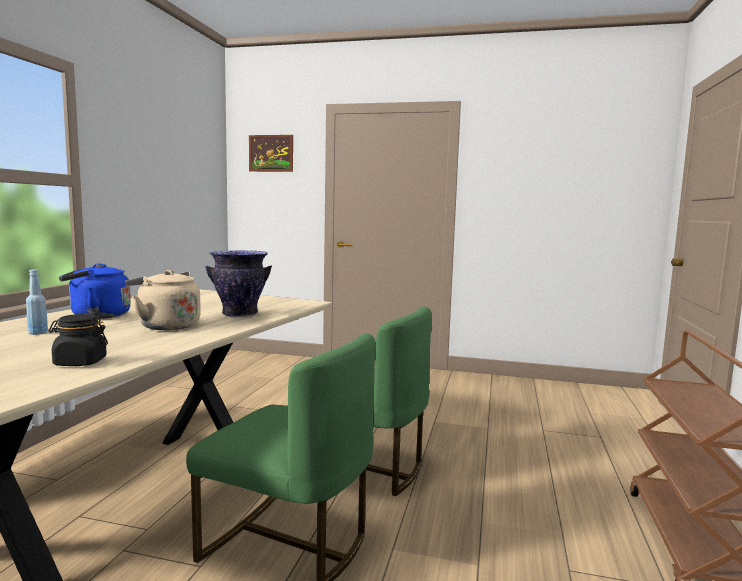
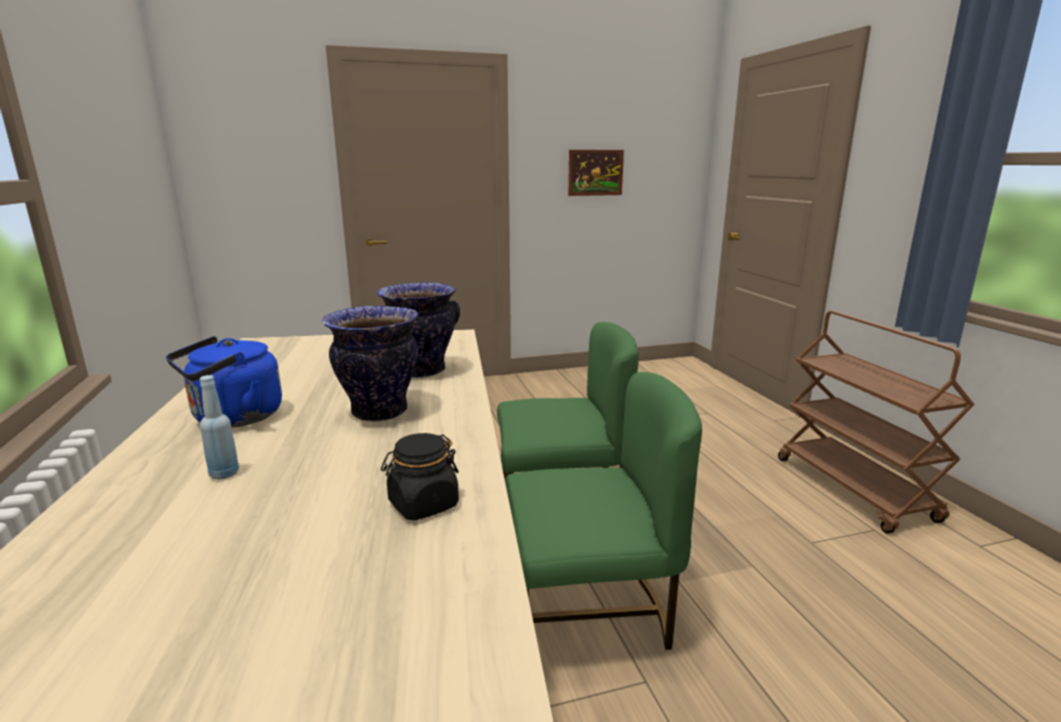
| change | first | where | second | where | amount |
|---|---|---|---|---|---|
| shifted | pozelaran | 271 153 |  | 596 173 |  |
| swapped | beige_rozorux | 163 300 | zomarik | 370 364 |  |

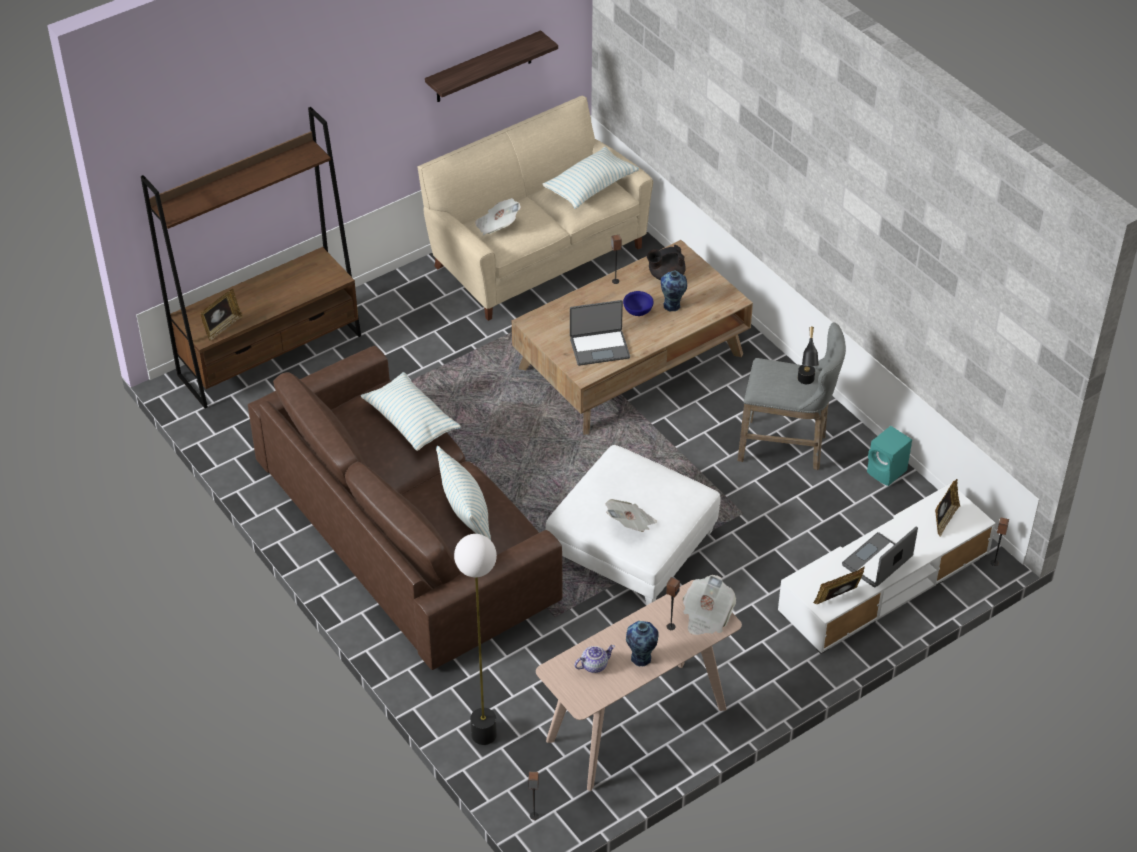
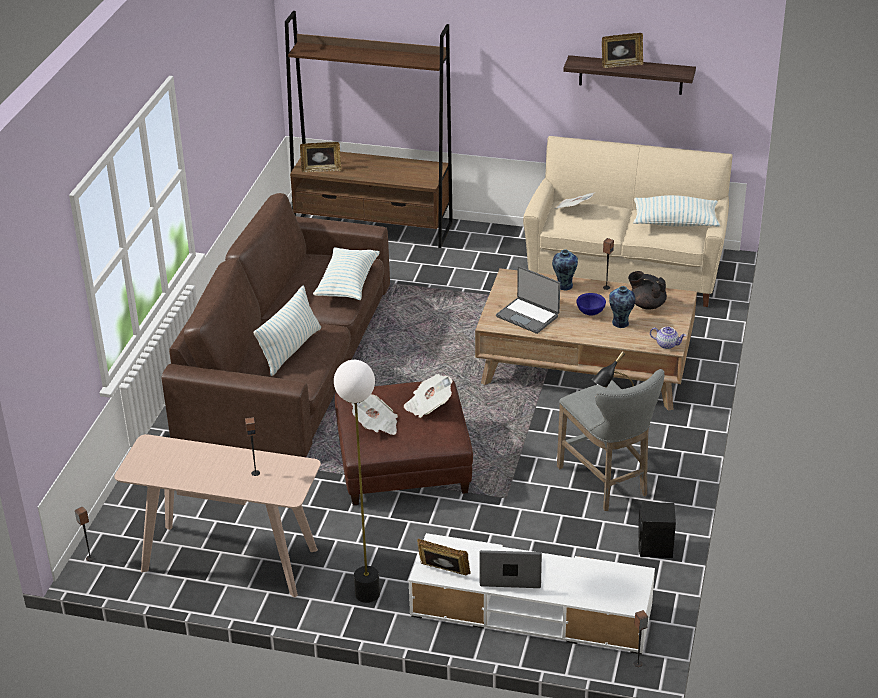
| change | first | where | second | where | amount |
|---|---|---|---|---|---|
| repainted | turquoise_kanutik | 889 456 | black_kanutik | 657 530 |  |
| repainted | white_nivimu | 632 525 | brown_nivimu | 404 443 |  |
| shifted | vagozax | 948 508 |  | 622 50 |  |
| shifted | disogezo | 475 639 |  | 357 481 |  |
| shifted | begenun | 709 605 |  | 428 396 |  |
| shifted | zomarik | 642 644 |  | 565 270 |  |
| shifted | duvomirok | 594 659 |  | 668 338 |  |

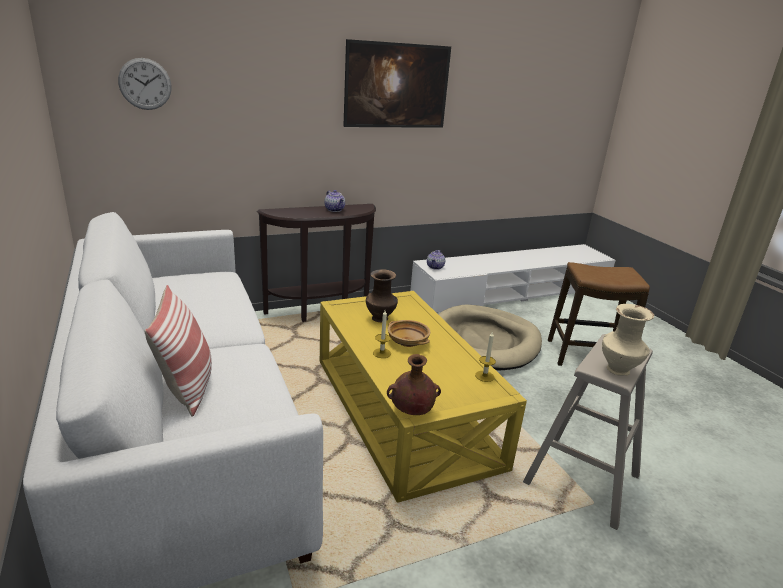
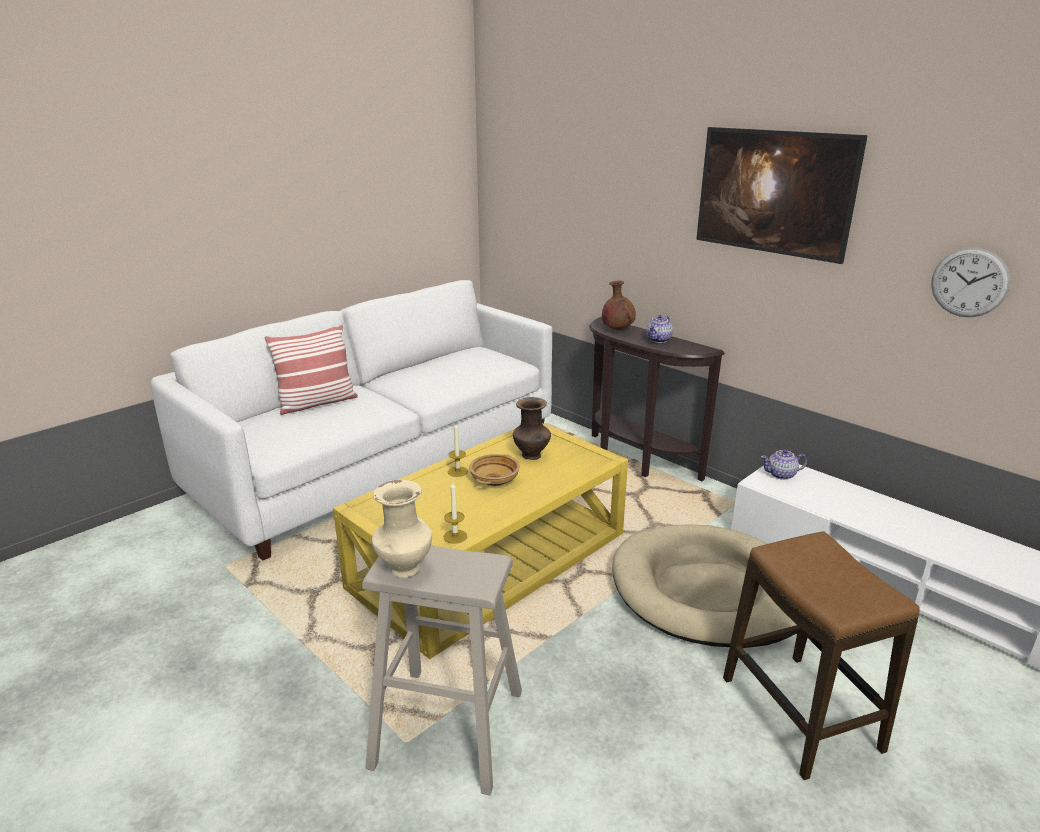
| change | first | where | second | where | amount |
|---|---|---|---|---|---|
| shifted | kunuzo | 145 84 |  | 971 282 |  |
| shifted | brown_zomarik | 414 384 |  | 619 305 |  |

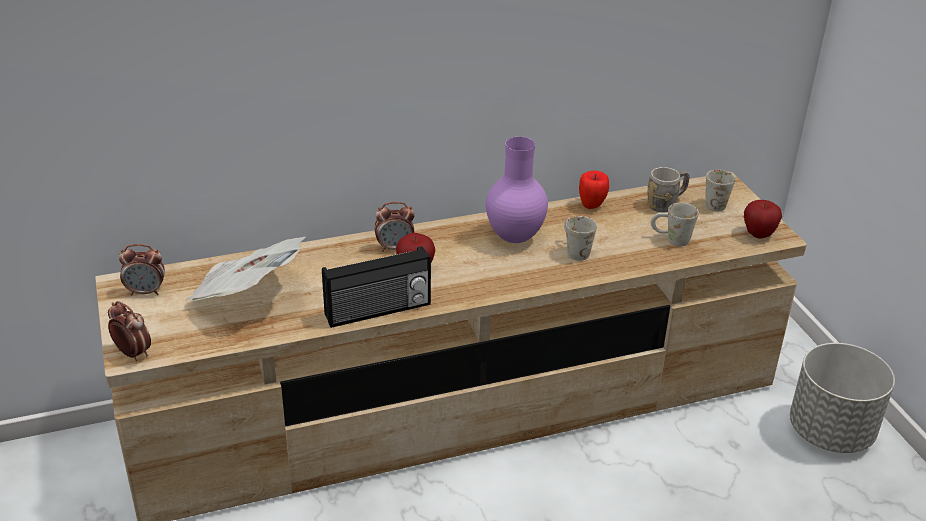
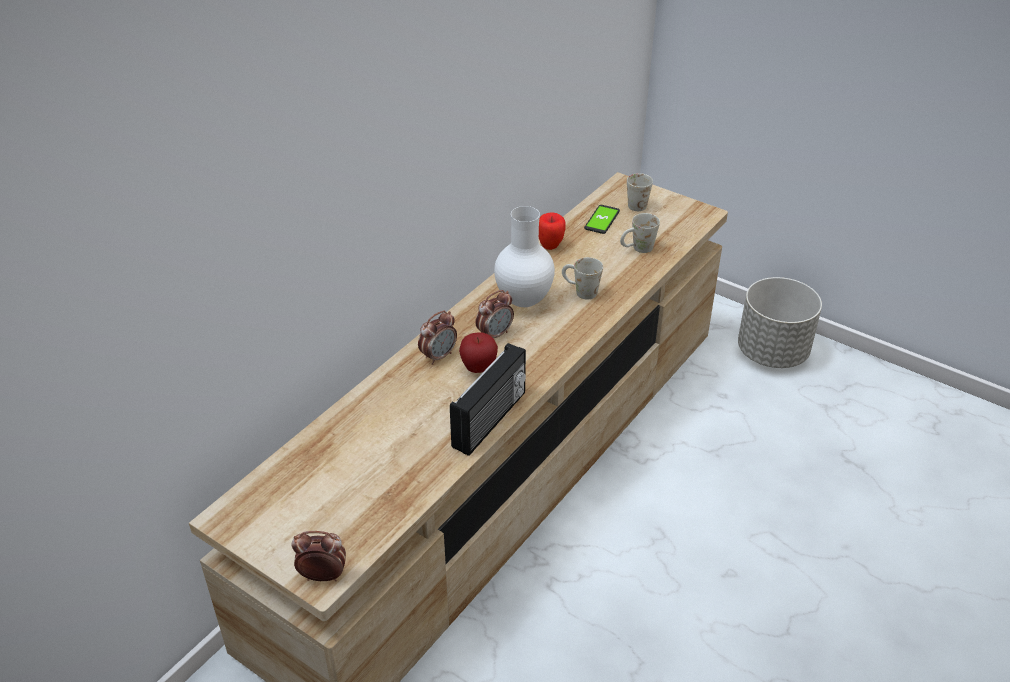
| change | first | where | second | where | amount |
|---|---|---|---|---|---|
| repainted | purple_zomarik | 517 190 | white_zomarik | 524 256 |  |
| swapped | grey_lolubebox | 668 189 | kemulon | 602 219 |  |
| gone | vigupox | 763 219 |  |  |  |
| gone | begenun | 245 269 |  |  |  |
| shifted | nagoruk | 142 270 |  | 494 314 |  |

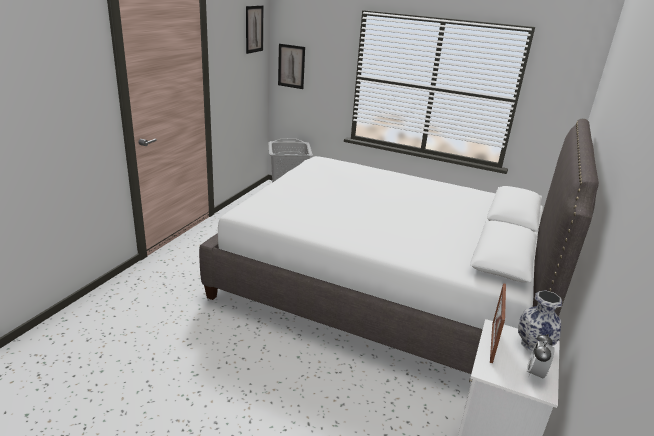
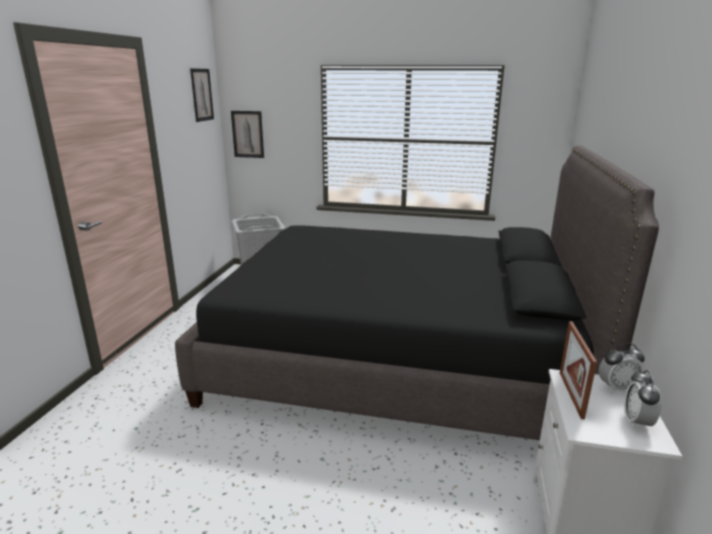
| change | first | where | second | where | amount |
|---|---|---|---|---|---|
| repainted | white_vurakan | 399 246 | black_vurakan | 417 292 |  |
| swapped | zomarik | 540 321 | nagoruk | 622 368 |  |

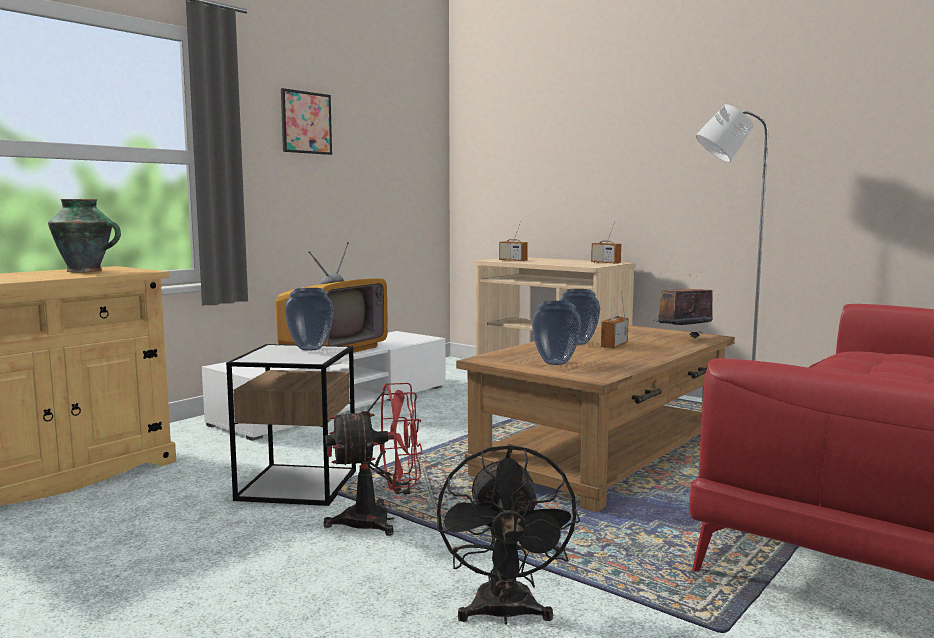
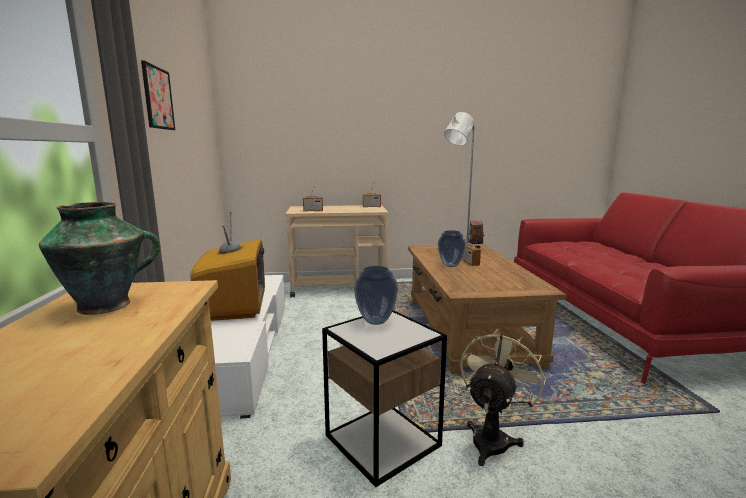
| change | first | where | second | where | amount |
|---|---|---|---|---|---|
| gone | zomarik | 556 333 |  |  |  |
| repainted | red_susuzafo | 373 459 | beige_susuzafo | 503 397 |  |
| gone | black_susuzafo | 508 534 |  |  |  |

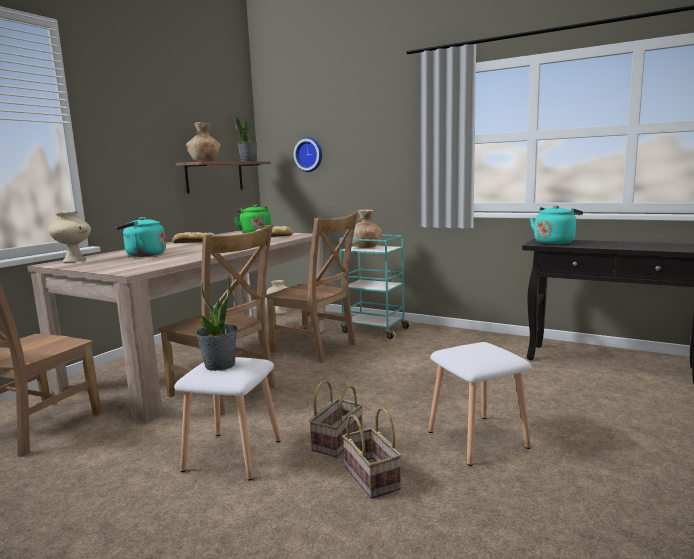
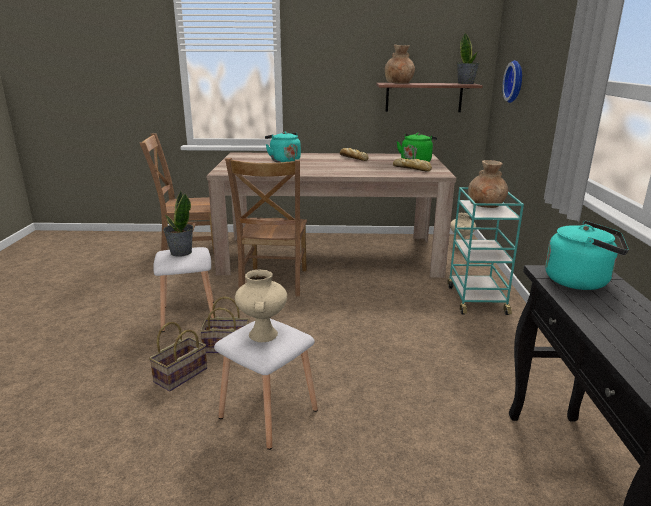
| change | first | where | second | where | amount |
|---|---|---|---|---|---|
| shifted | beige_zomarik | 69 236 |  | 261 305 |  |
| gone | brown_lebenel | 311 287 |  |  |  |

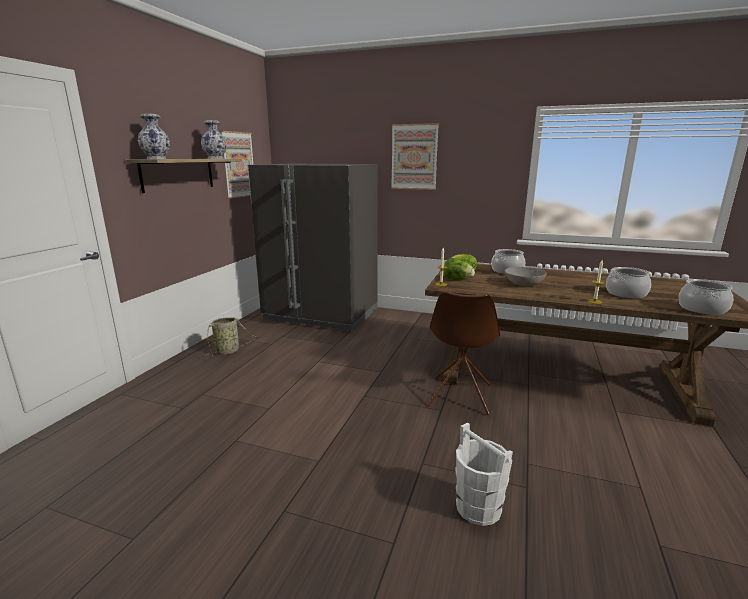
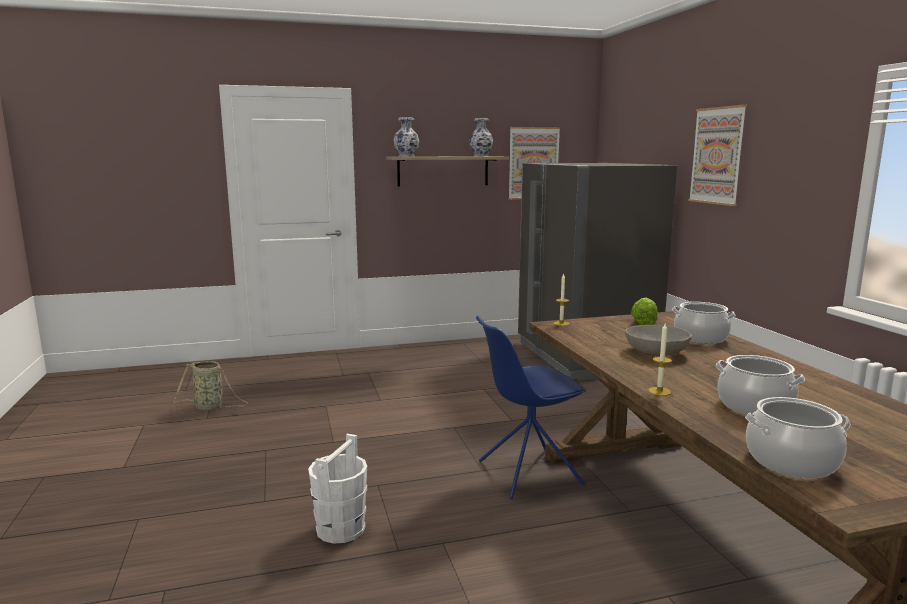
| change | first | where | second | where | amount |
|---|---|---|---|---|---|
| gone | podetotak | 459 269 |  |  |  |
| repainted | brown_lebenel | 463 353 | blue_lebenel | 531 407 |  |
| shifted | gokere | 231 337 |  | 212 385 |  |

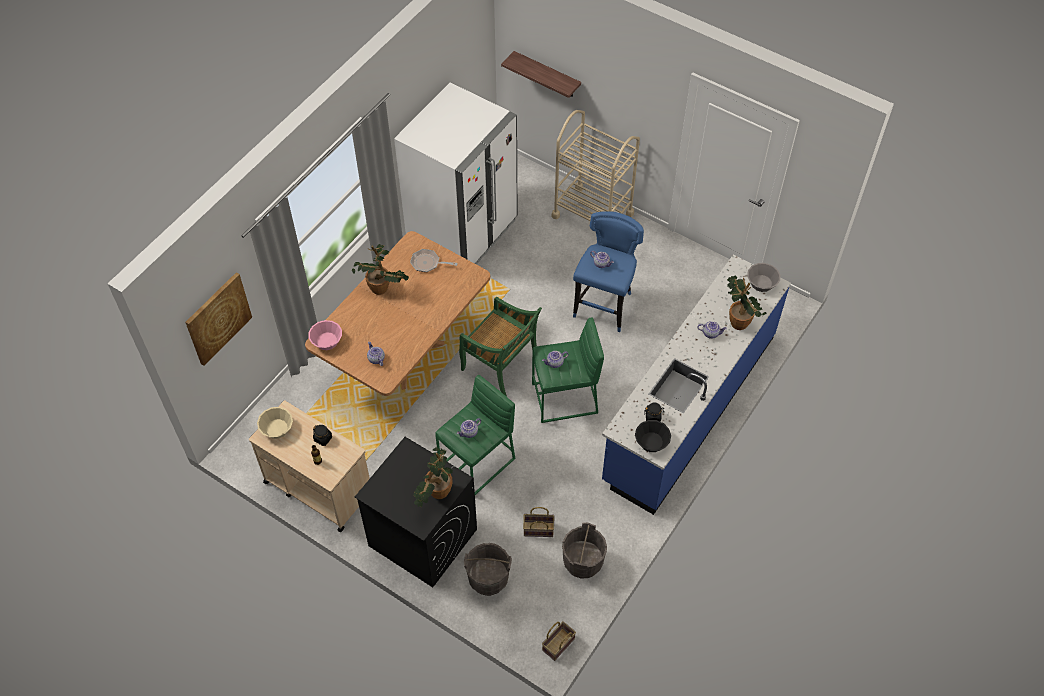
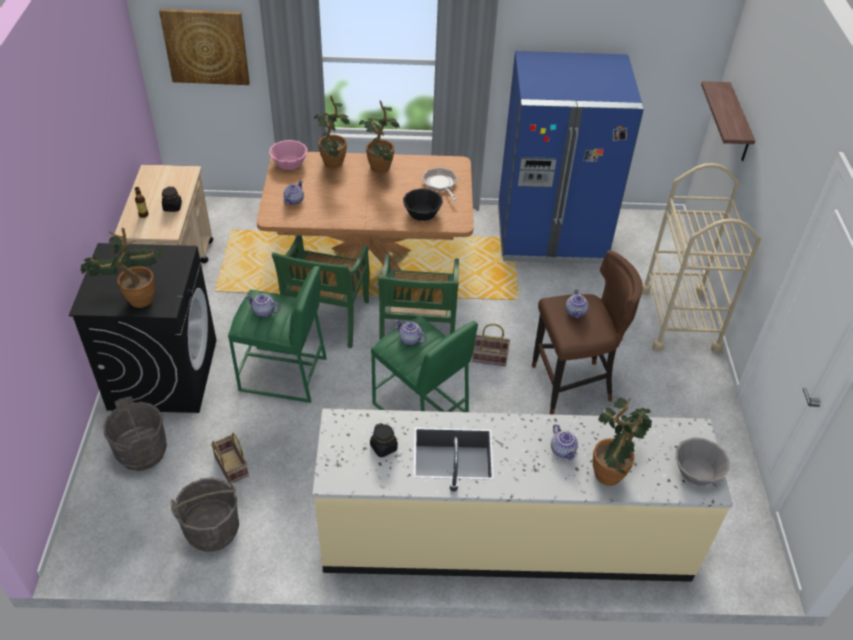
| change | first | where | second | where | amount |
|---|---|---|---|---|---|
| repainted | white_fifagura | 455 173 | blue_fifagura | 571 157 |  |
| repainted | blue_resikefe | 608 271 | brown_resikefe | 587 332 |  |
| repainted | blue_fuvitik | 696 384 | beige_fuvitik | 522 495 |  |
| gone | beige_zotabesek | 275 423 |  |  |  |
| shifted | black_zotabesek | 653 436 |  | 423 204 |  |
| shifted | gokere | 559 641 |  | 491 345 |  |
| new |  |  | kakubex | 332 132 |  |
| new |  |  | green_lebenel | 321 291 |  |

